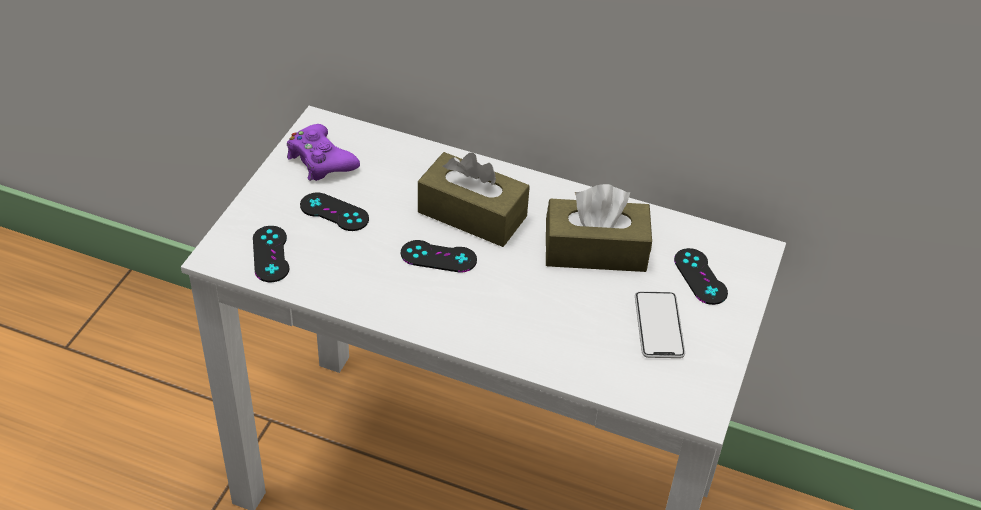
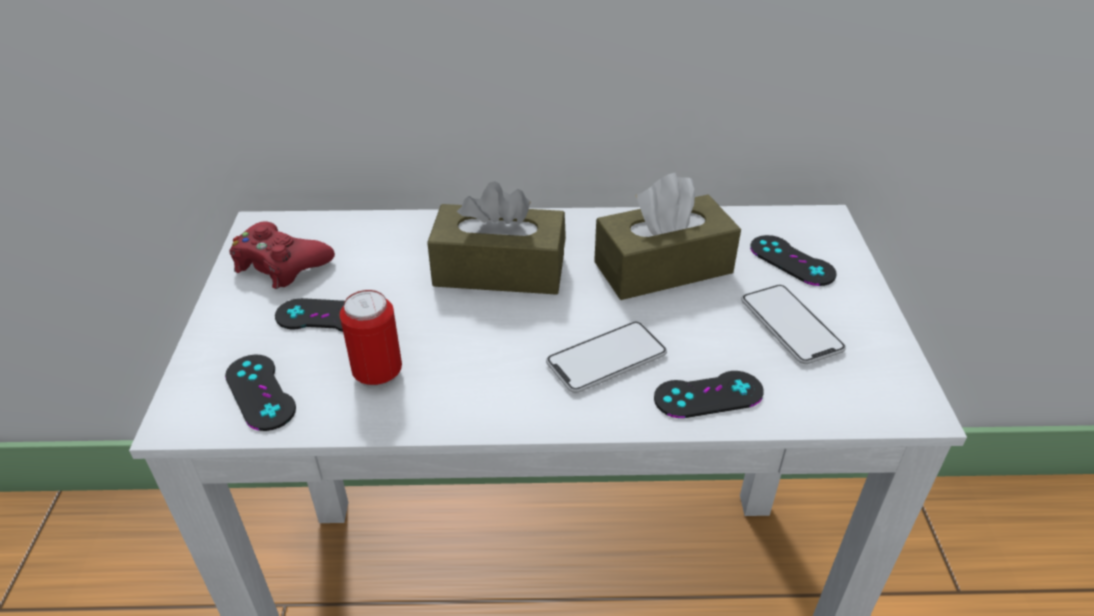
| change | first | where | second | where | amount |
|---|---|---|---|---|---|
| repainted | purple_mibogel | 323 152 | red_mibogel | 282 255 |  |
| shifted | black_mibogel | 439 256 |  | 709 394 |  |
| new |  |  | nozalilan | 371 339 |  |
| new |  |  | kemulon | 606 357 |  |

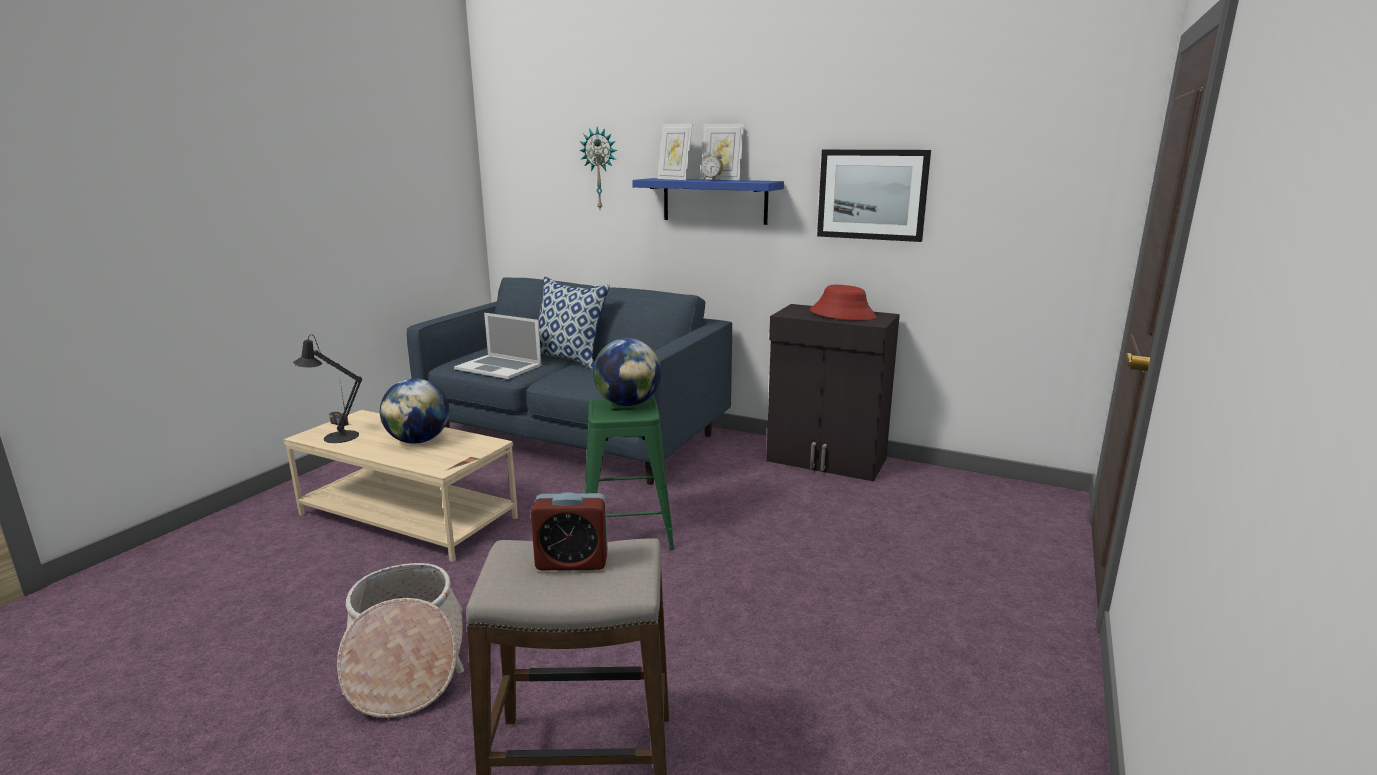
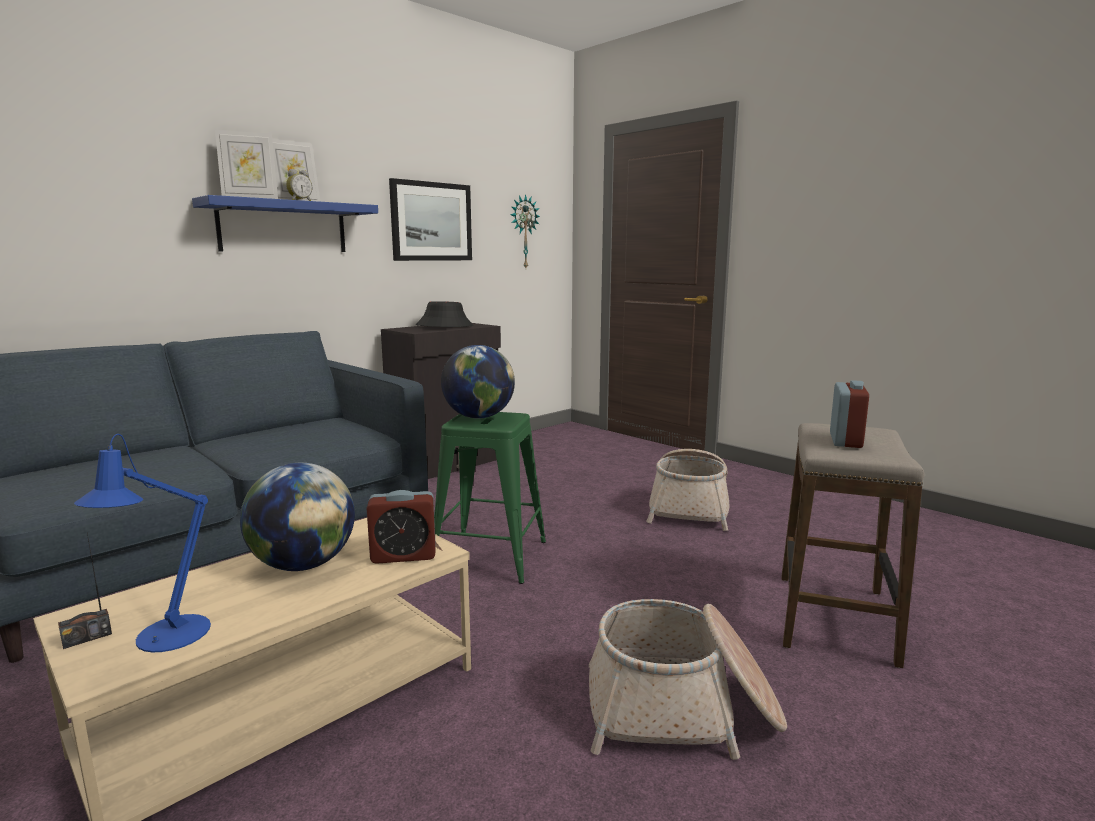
| change | first | where | second | where | amount |
|---|---|---|---|---|---|
| shifted | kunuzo | 598 168 |  | 525 231 |  |
| gone | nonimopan | 574 323 |  |  |  |
| repainted | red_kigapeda | 843 303 | black_kigapeda | 444 314 |  |
| gone | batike | 498 346 |  |  |  |
| repainted | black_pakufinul | 327 389 | blue_pakufinul | 142 543 |  |
| new |  |  | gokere | 687 490 |  |
| new |  |  | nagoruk | 401 527 |  |

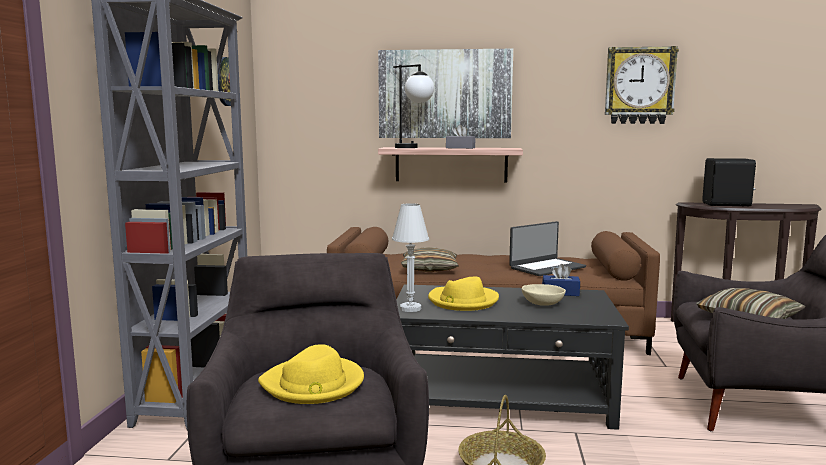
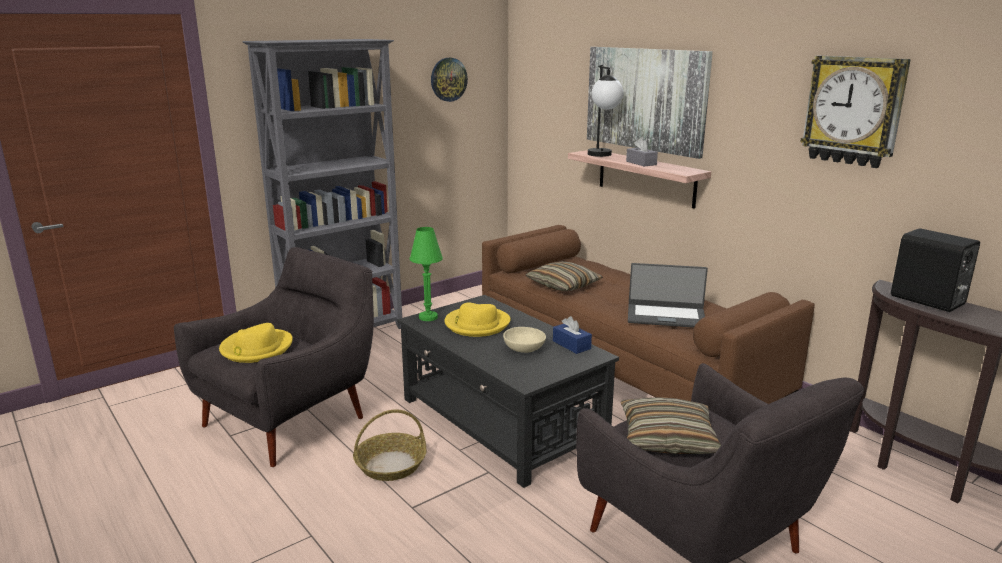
| change | first | where | second | where | amount |
|---|---|---|---|---|---|
| repainted | white_pakufinul | 410 257 | green_pakufinul | 426 274 |  |

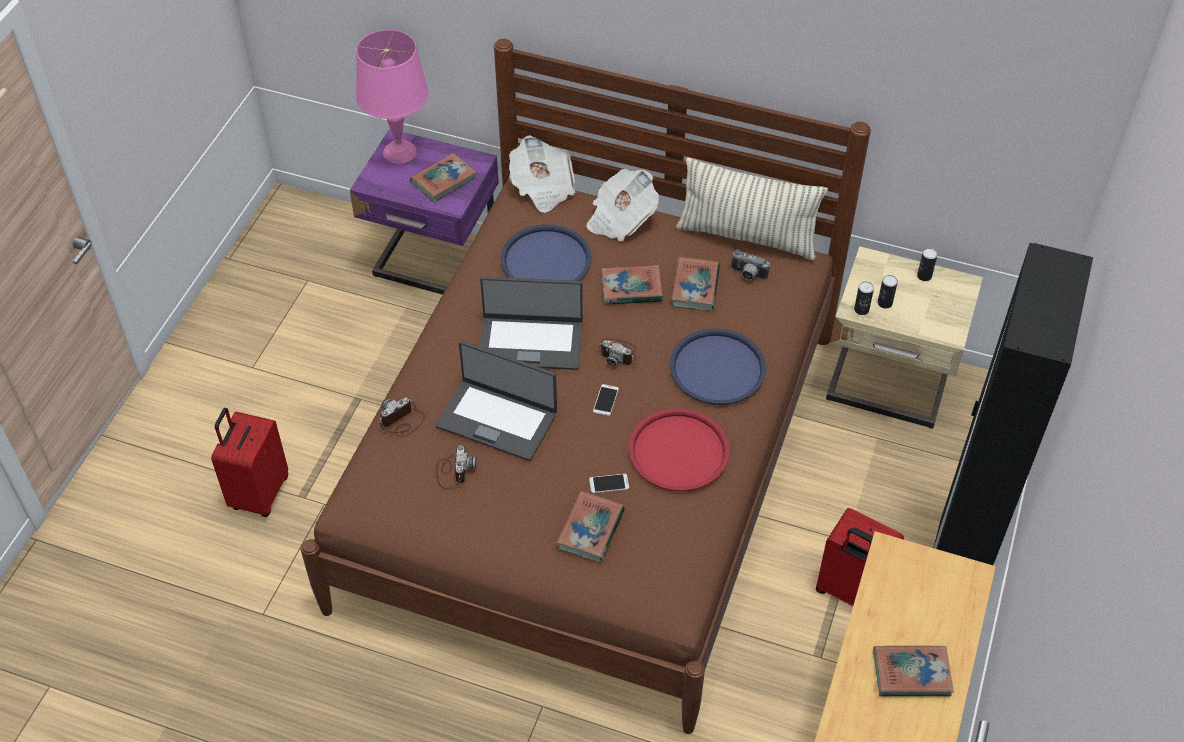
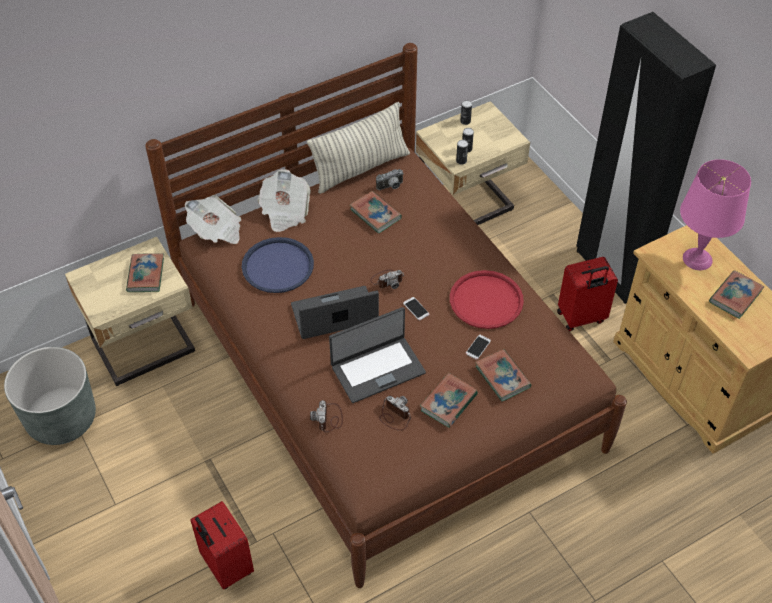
| change | first | where | second | where | amount |
|---|---|---|---|---|---|
| shifted | pink_pakufinul | 392 97 |  | 715 214 |  |
| repainted | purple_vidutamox | 424 212 | beige_vidutamox | 130 311 |  |
| shifted | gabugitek | 632 285 |  | 449 400 |  |
| rotated | batike | 531 323 |  | 335 312 | 150 degrees counterclockwise |
| gone | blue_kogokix | 718 366 |  |  |  |
| new |  |  | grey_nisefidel | 50 396 |  |

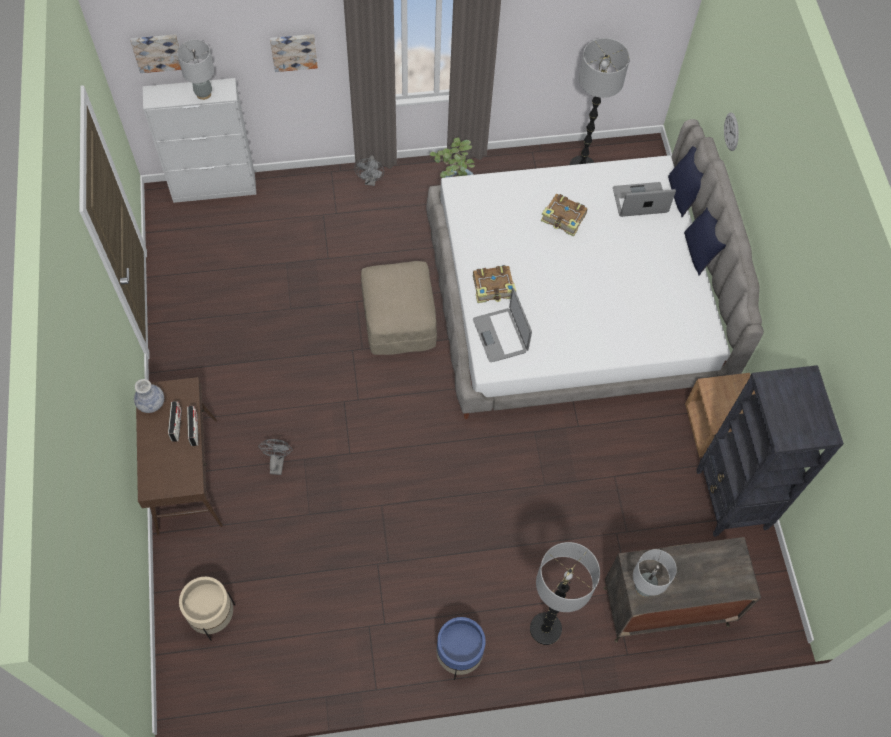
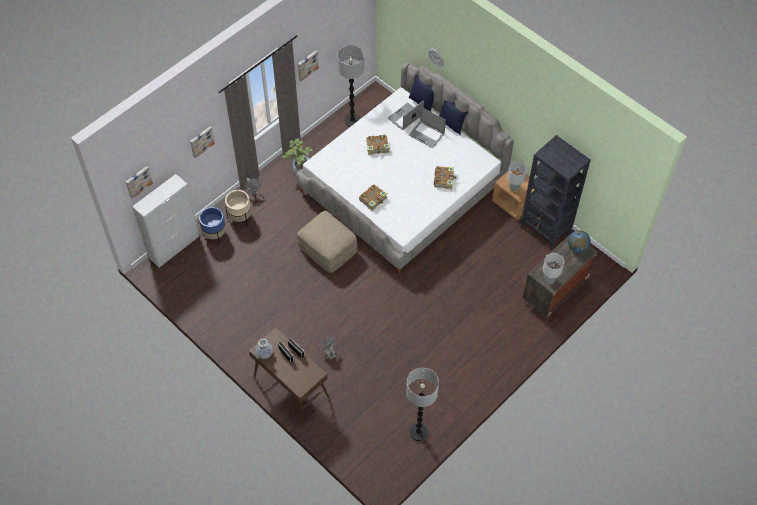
| change | first | where | second | where | amount |
|---|---|---|---|---|---|
| shifted | grey_pakufinul | 195 70 |  | 517 176 |  |
| shifted | batike | 502 325 |  | 427 127 |  |
| shifted | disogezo | 565 593 |  | 422 404 |  |
| shifted | beige_nisefidel | 207 609 |  | 238 207 |  |
| shifted | blue_nisefidel | 461 648 |  | 212 226 |  |
| new |  |  | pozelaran | 308 65 |  |
| new |  |  | gabugitek | 445 177 |  |
| new |  |  | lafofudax | 579 241 |  |

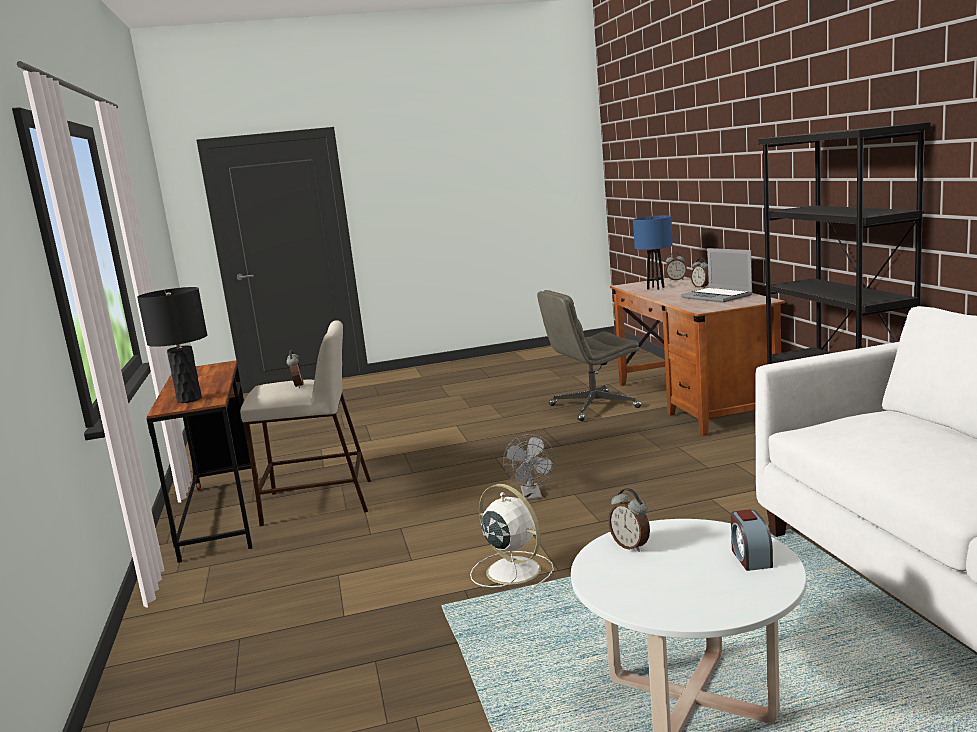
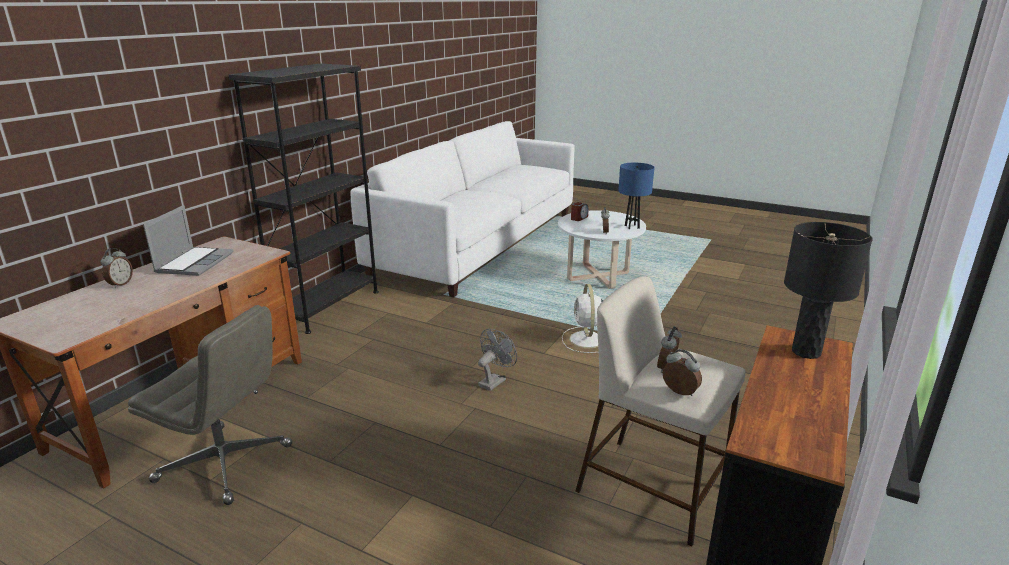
| change | first | where | second | where | amount |
|---|---|---|---|---|---|
| shifted | blue_pakufinul | 653 252 |  | 636 196 |  |
| shifted | nagoruk | 676 267 |  | 682 372 |  |

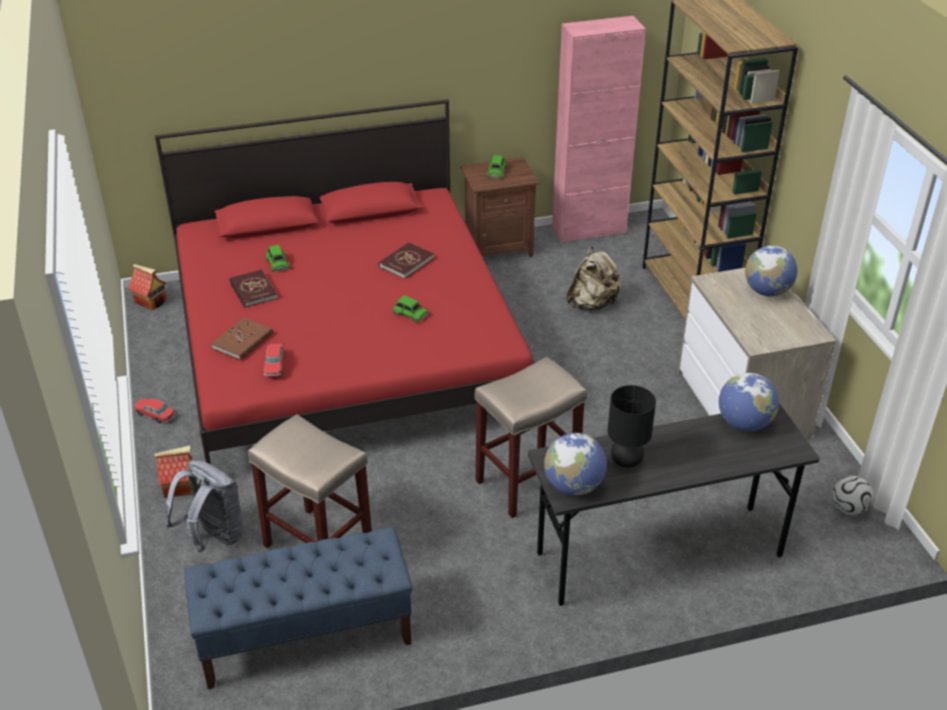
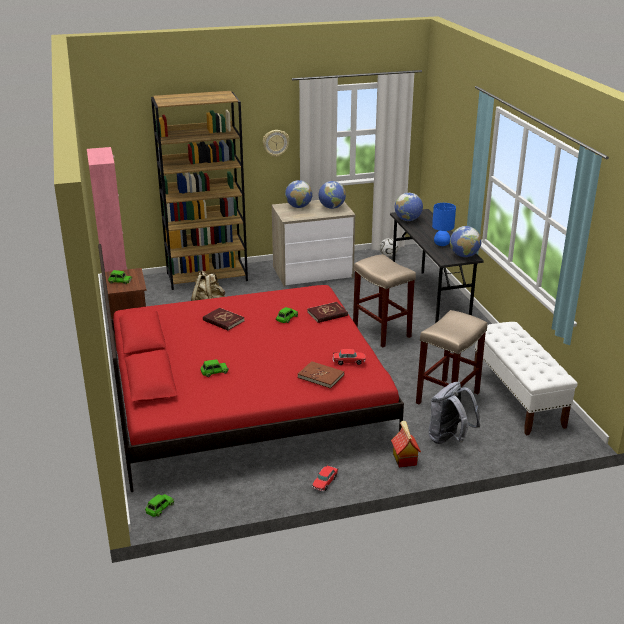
| change | first | where | second | where | amount |
|---|---|---|---|---|---|
| swapped | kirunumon | 147 287 | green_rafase | 159 505 |  |
| shifted | red_gabugitek | 253 288 |  | 327 312 |  |
| repainted | black_pakufinul | 631 426 | blue_pakufinul | 444 224 |  |
| repainted | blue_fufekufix | 298 608 | white_fufekufix | 525 378 |  |
| new |  |  | kunuzo | 276 143 |  |
| new |  |  | lafofudax | 332 195 |  |

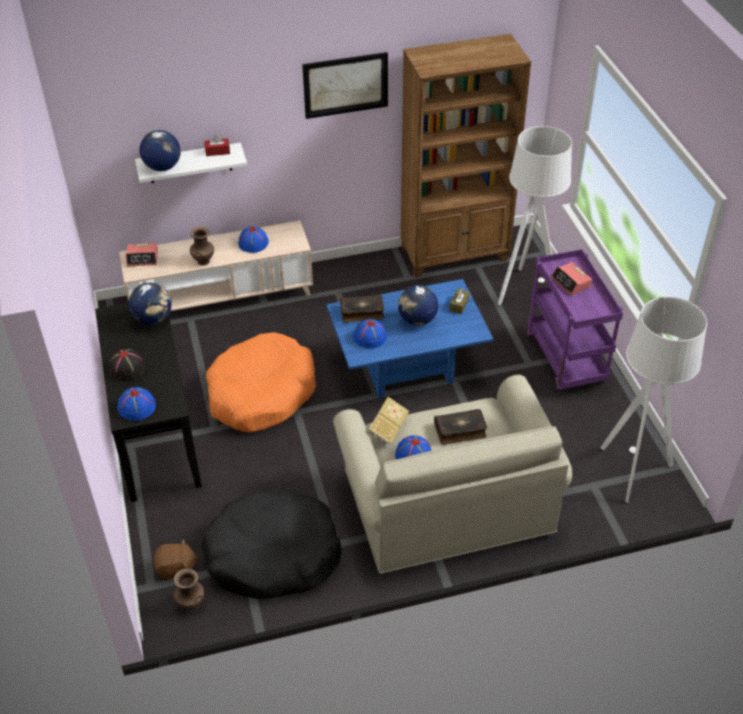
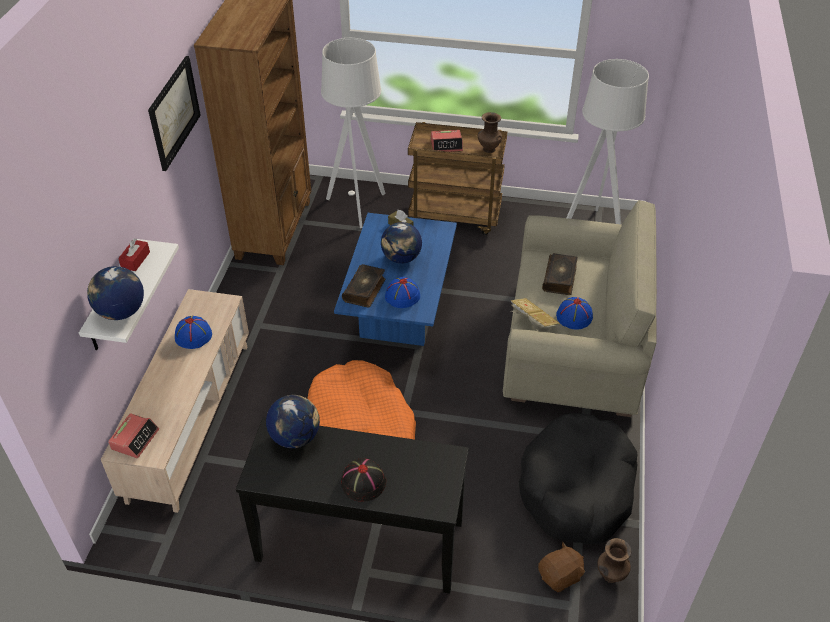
| change | first | where | second | where | amount |
|---|---|---|---|---|---|
| shifted | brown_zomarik | 202 246 |  | 490 132 |  |
| repainted | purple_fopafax | 574 320 | brown_fopafax | 457 178 |  |
| gone | blue_kigapeda | 136 404 |  |  |  |
| rotated | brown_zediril | 175 560 |  | 561 567 | 45 degrees clockwise |

